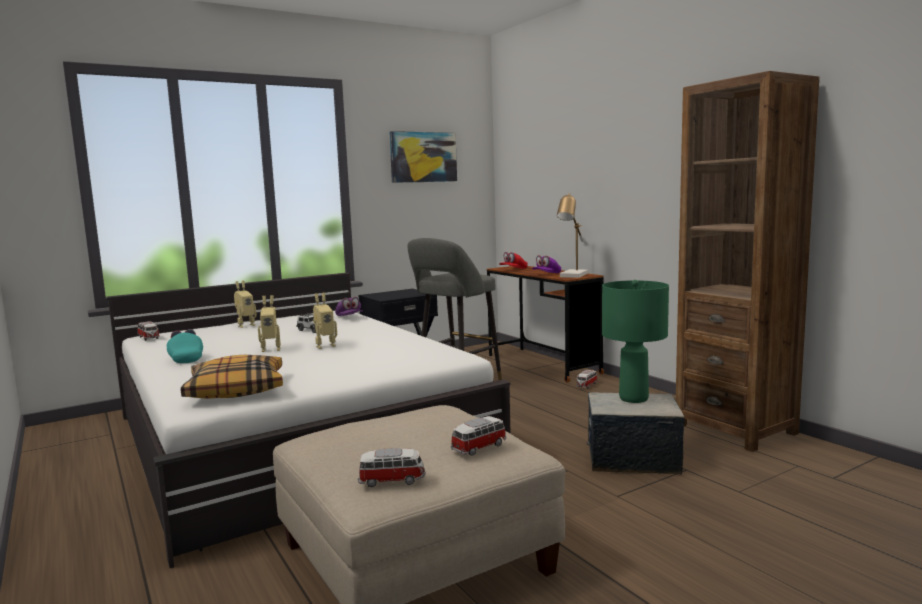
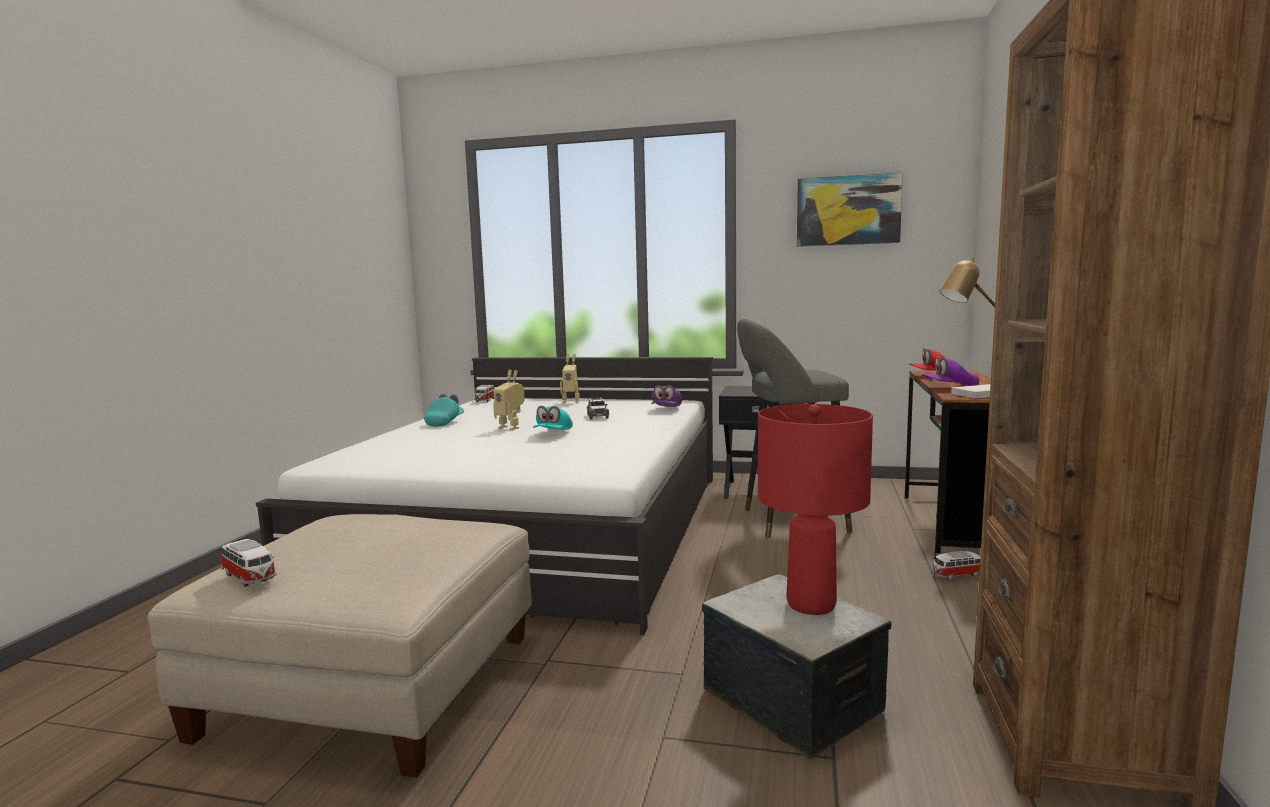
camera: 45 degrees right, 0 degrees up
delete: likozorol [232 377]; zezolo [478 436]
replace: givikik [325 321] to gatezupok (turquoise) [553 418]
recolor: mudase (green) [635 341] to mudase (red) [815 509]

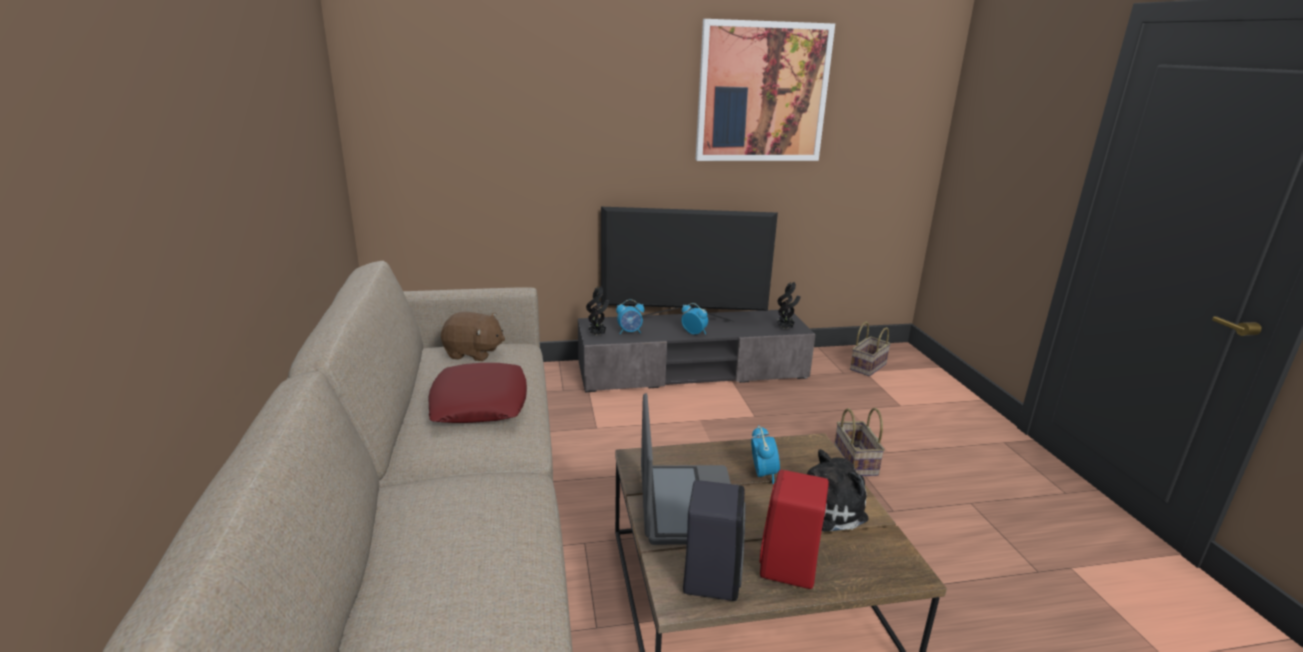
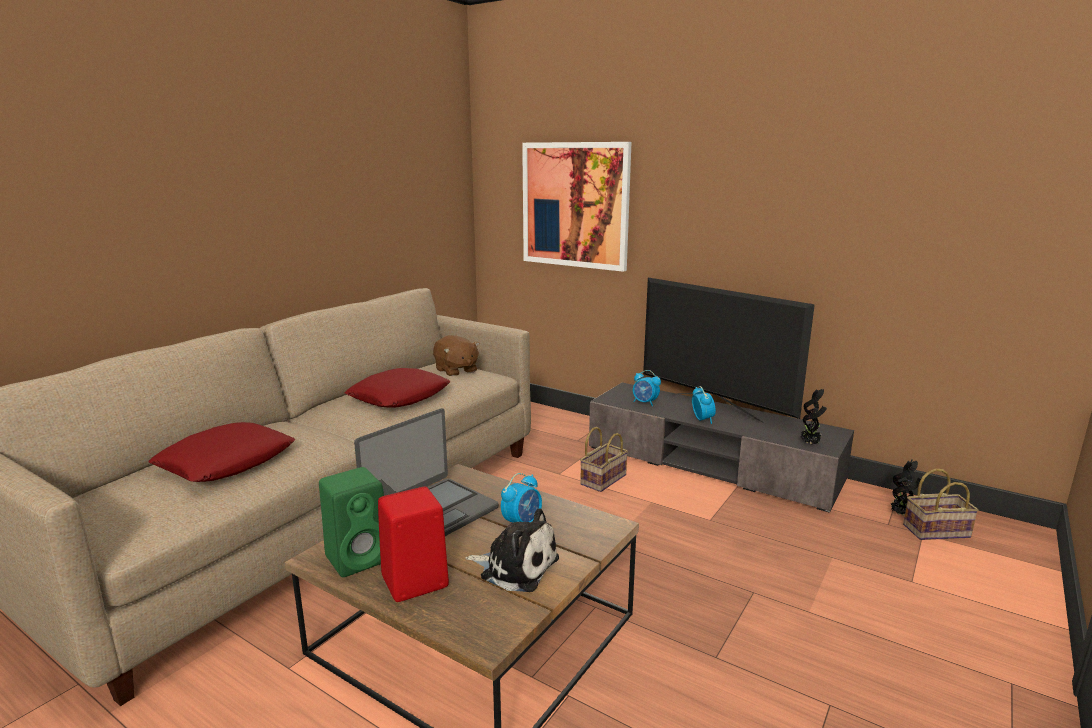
camera: 45 degrees right, 5 degrees down
insert: likozorol (red) [221 452]
move: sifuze [765 90] to [577 207]; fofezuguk [859 442] to [604 459]; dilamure [597 311] to [906 487]
recolor: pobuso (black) [714 540] to pobuso (green) [351 522]

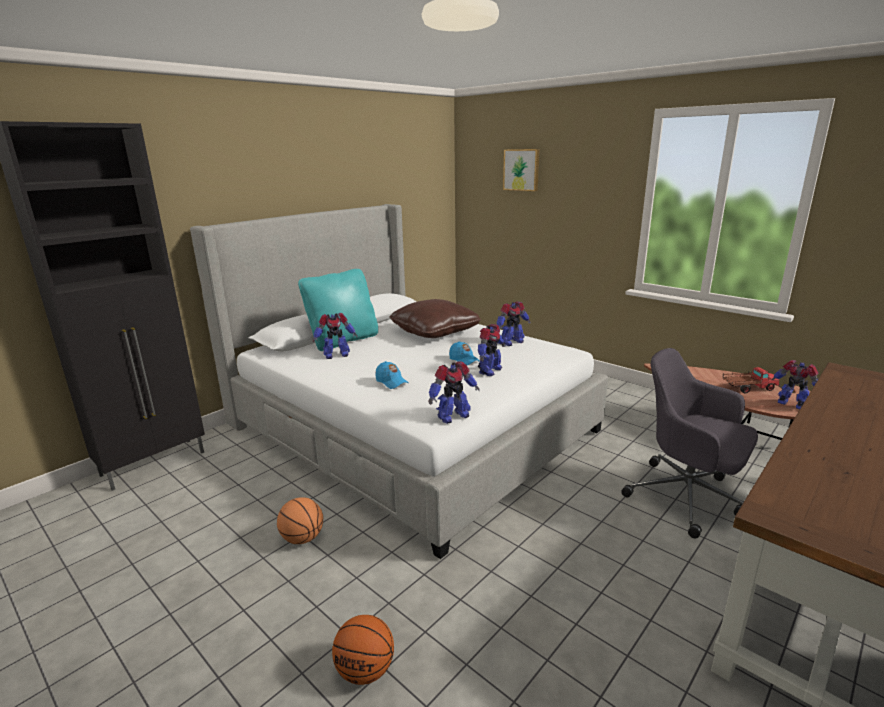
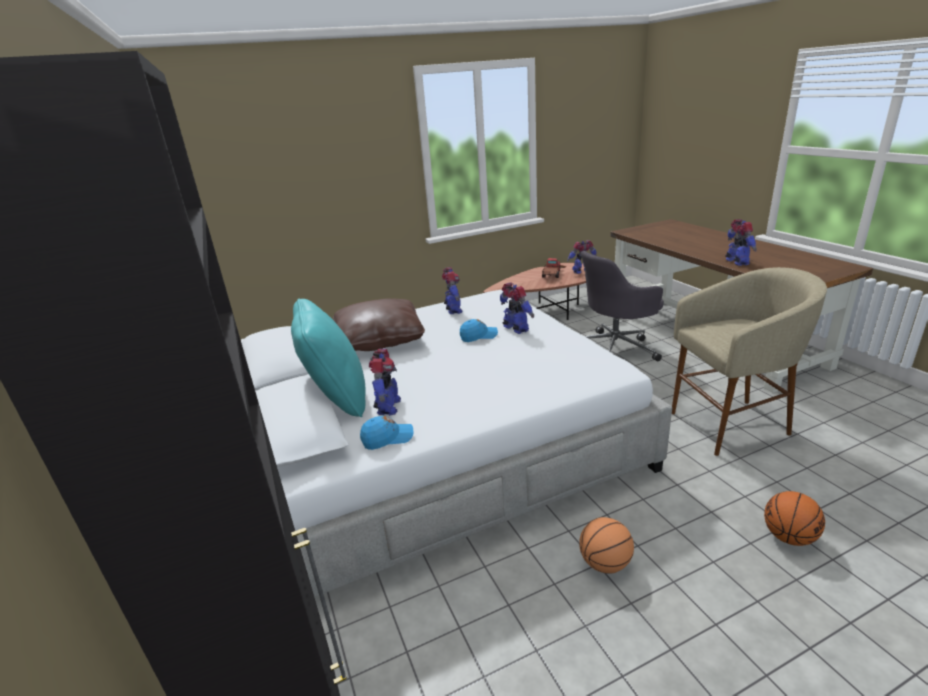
camera: 65 degrees left, 5 degrees up
delete: sifuze [521 170]
insert: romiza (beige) [749 361]
move: gatezupok (blue) [392 375] to [387 433]; givikik [454 392] to [741 242]

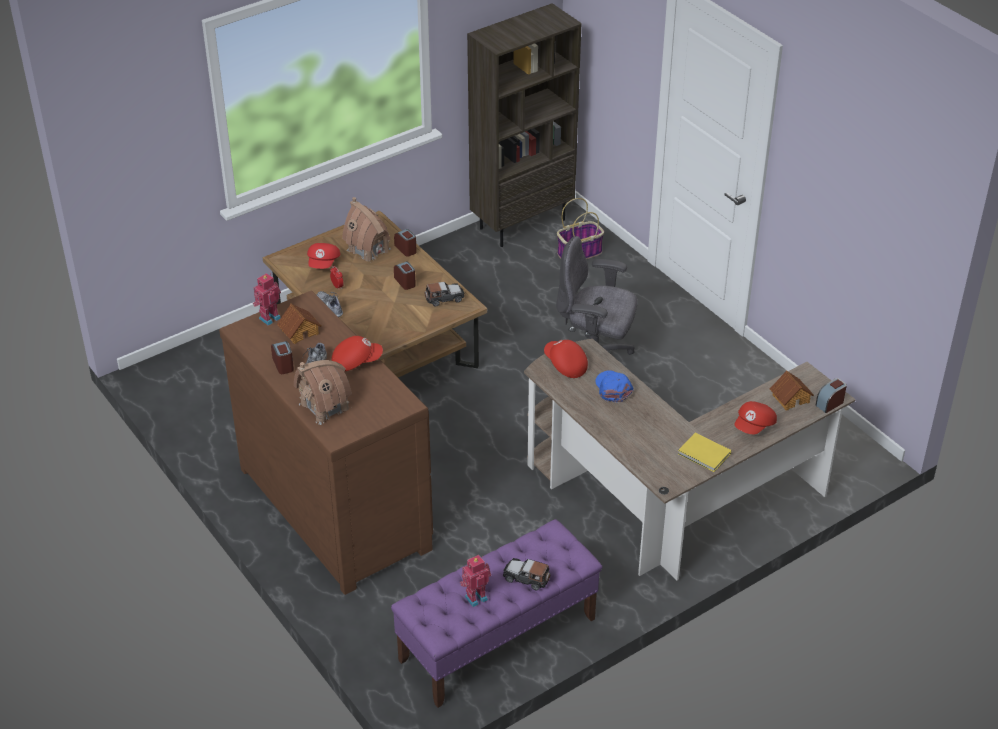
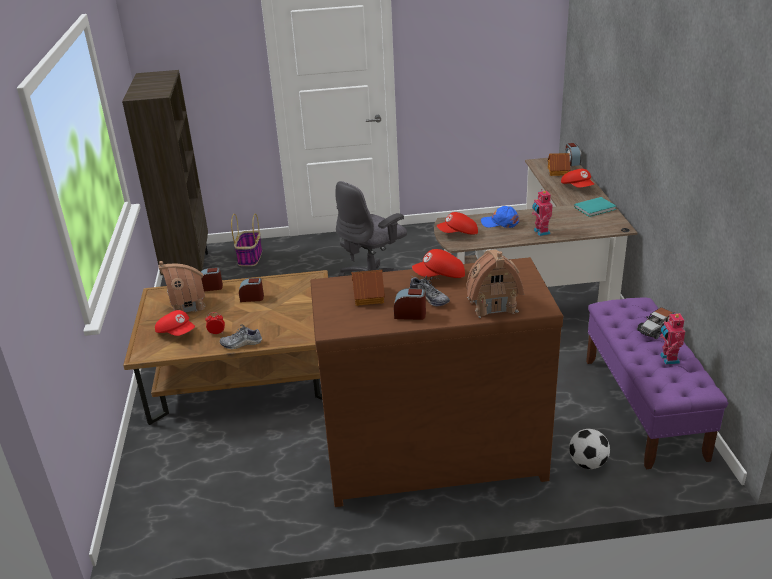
camera: 60 degrees left, 10 degrees down
delete: zezolo [444 294]
insert: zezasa [589 449]
move: givikik [267 299] to [542 213]
recolor: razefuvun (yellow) [704 452] to razefuvun (turquoise) [595 207]
rotate: gatezupok (red) [357 354] = [438 263] 120 degrees counterclockwise

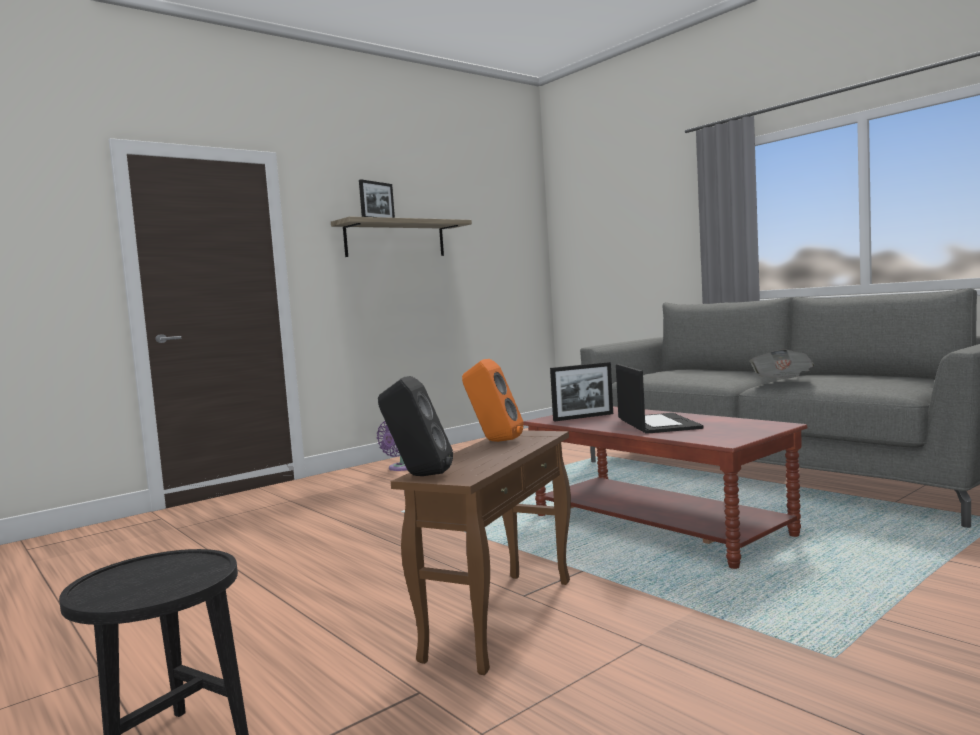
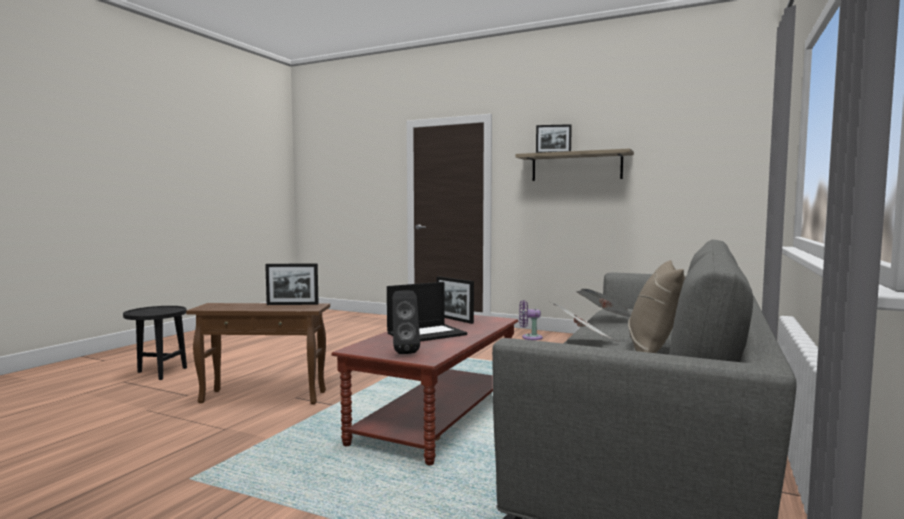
camera: 65 degrees right, 0 degrees up
insert: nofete [604 303]; likozorol (beige) [656 306]
move: pobuso (black) [415 426] to [406 322]
replace: pobuso (orange) [493 400] to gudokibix [292 284]

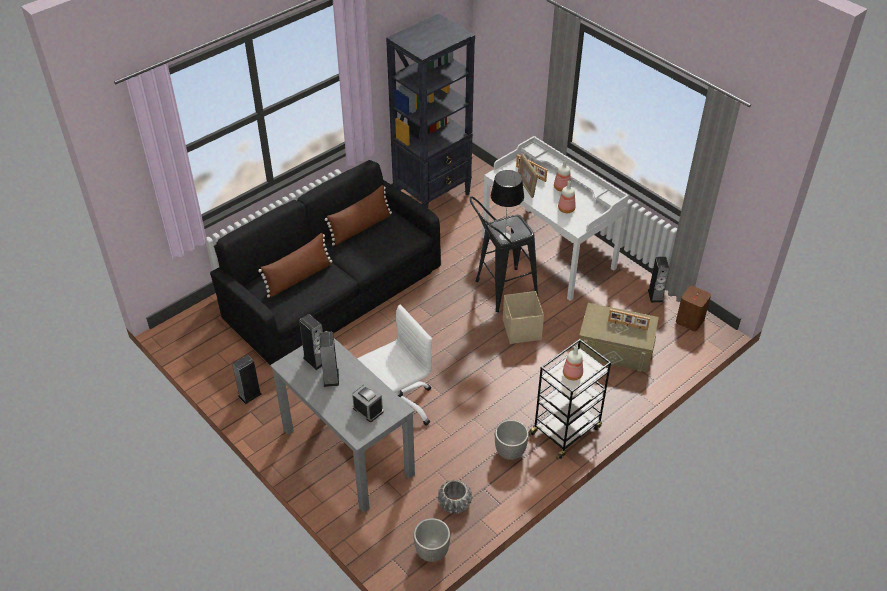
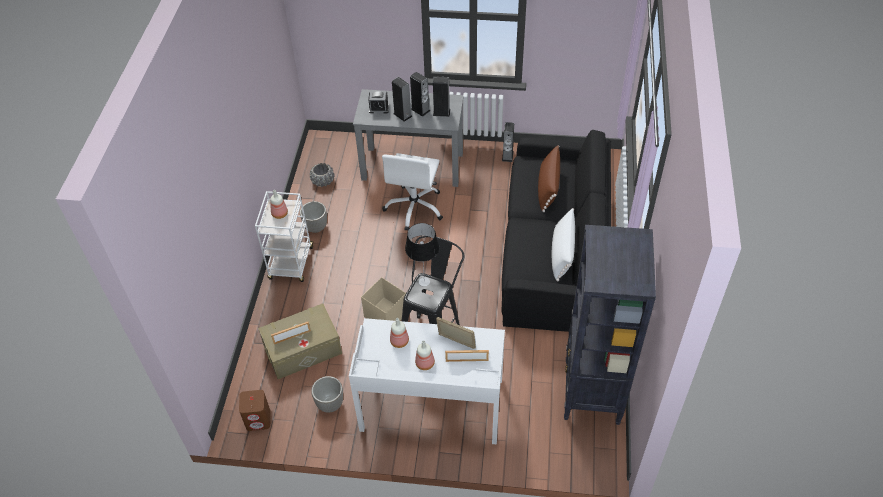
camera: 140 degrees right, 5 degrees up
move: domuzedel [431 540] to [327 394]; pobuso [658 280] to [402 99]
recolor: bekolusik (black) [570 399] to bekolusik (white) [284 236]; likozorol (brown) [358 215] to likozorol (white) [563 245]

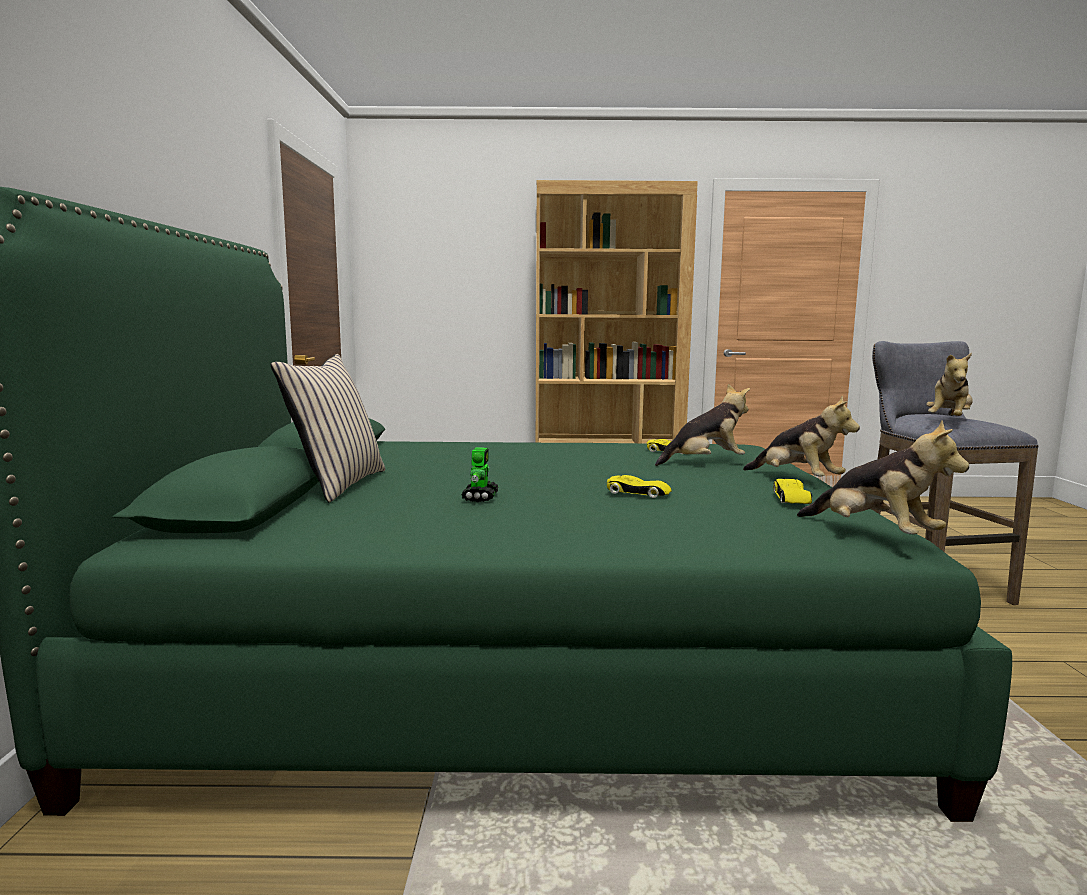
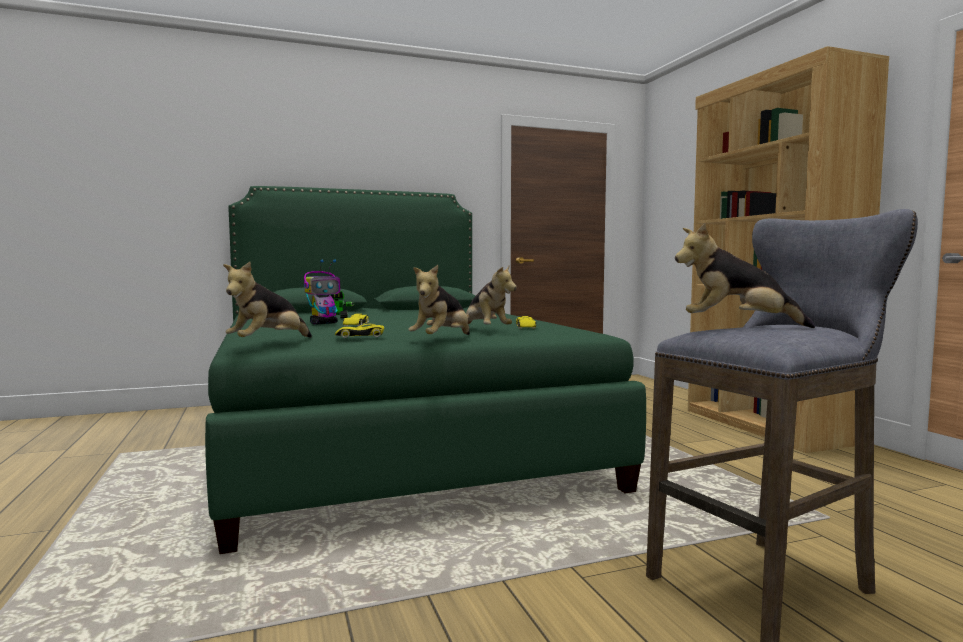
camera: 70 degrees right, 5 degrees down
delete: likozorol (beige) [328 428]
insert: givikik [322 291]

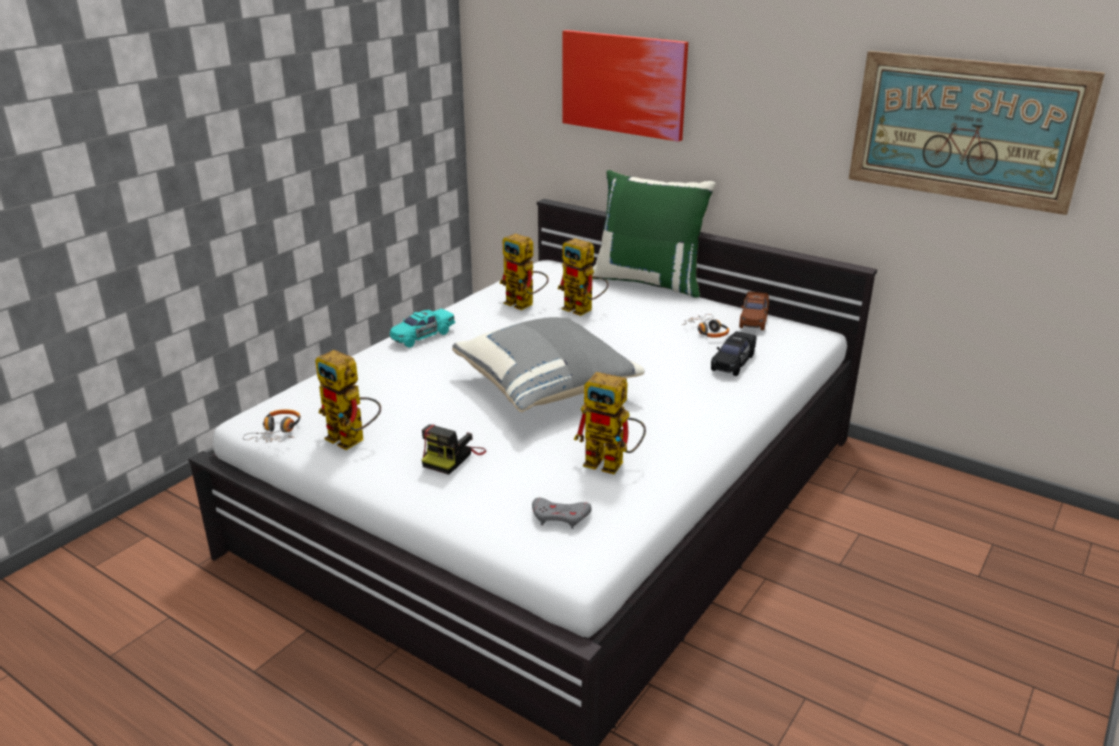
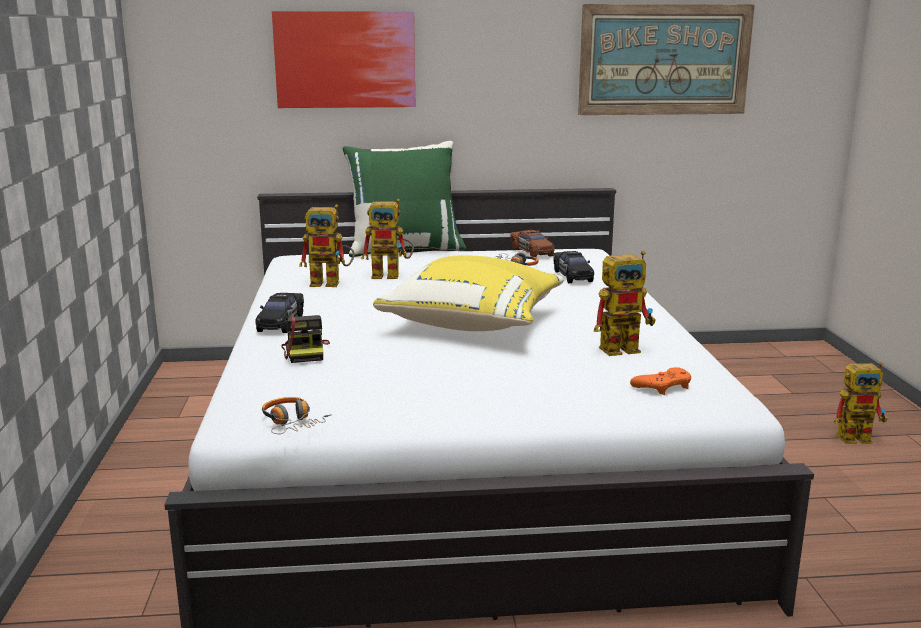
camera: 40 degrees left, 10 degrees down
move: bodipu [454 449] to [305 339]; givikik [348 400] to [860 403]
recolor: zezolo (turquoise) [422 328] to zezolo (black) [279 313]; likozorol (grey) [548 364] to likozorol (yellow) [468 293]; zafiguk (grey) [562 513] to zafiguk (orange) [660 381]

